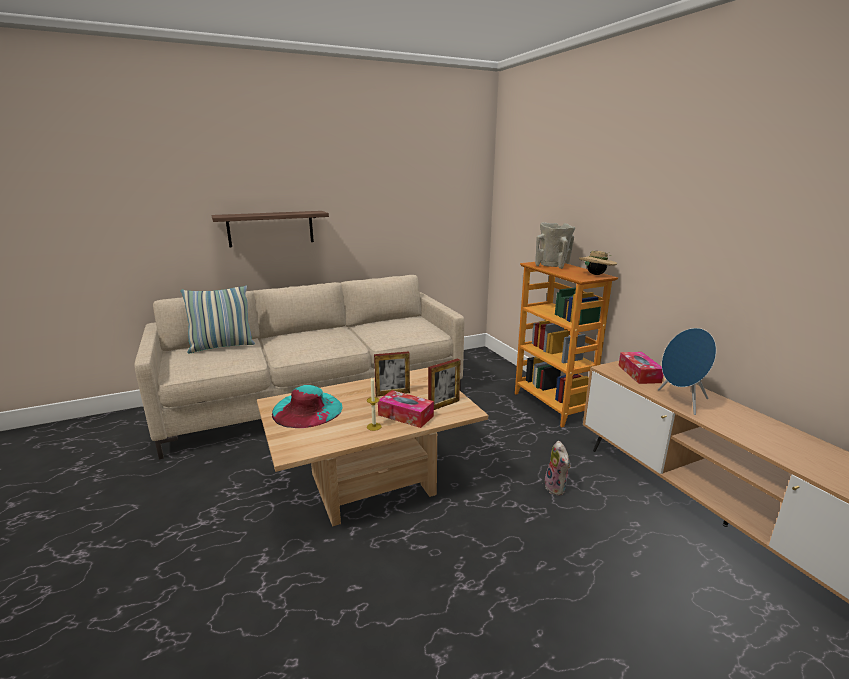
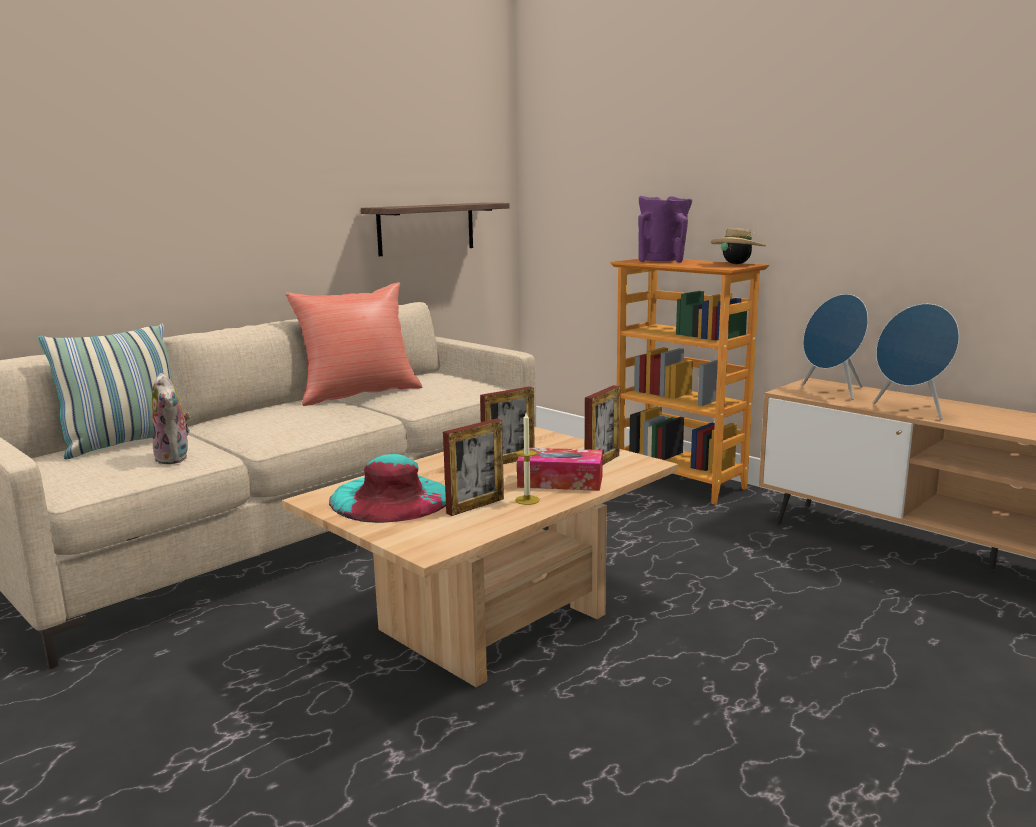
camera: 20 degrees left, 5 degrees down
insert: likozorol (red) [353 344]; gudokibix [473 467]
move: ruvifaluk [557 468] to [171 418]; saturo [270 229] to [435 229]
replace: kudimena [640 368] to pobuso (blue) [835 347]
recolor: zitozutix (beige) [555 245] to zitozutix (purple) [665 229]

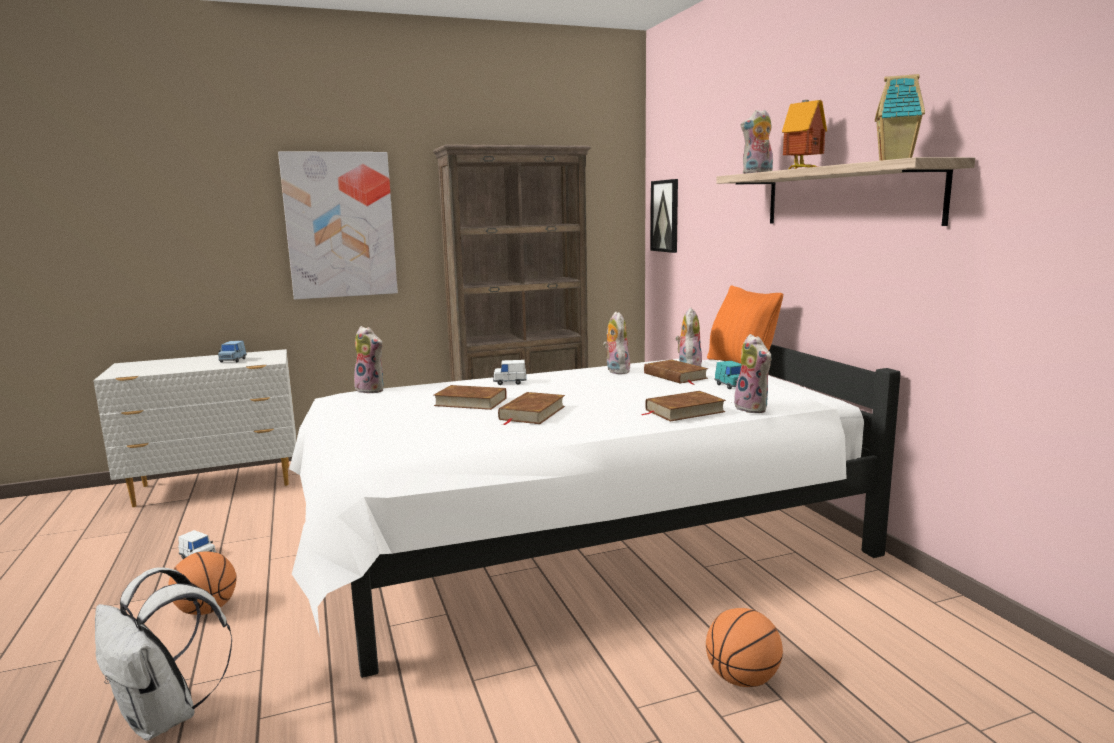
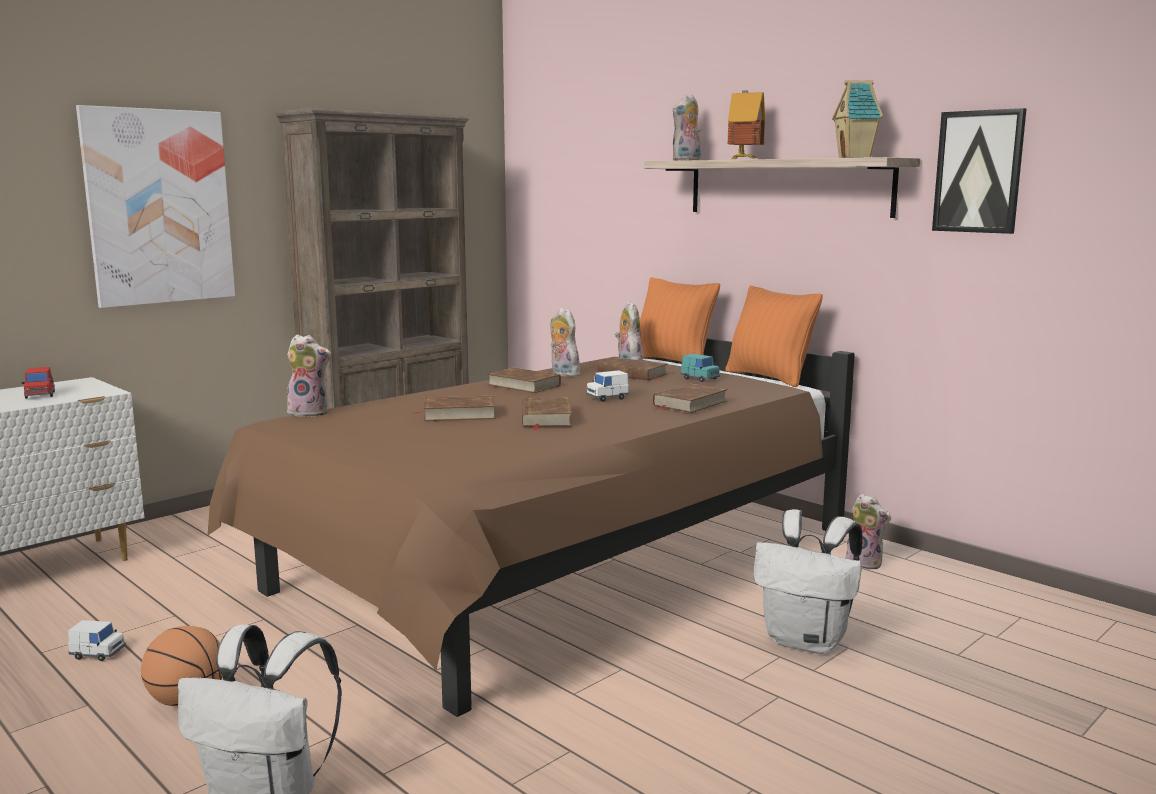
camera: 25 degrees left, 0 degrees up
insert: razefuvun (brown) [524 380]; likozorol (orange) [774 336]
move: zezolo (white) [510 372] to [608 386]; ruvifaluk [752 373] to [866 531]; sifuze [664 216] to [979 171]
replace: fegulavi [744 647] to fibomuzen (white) [807 581]
recolor: zezolo (blue) [232 352] to zezolo (red) [38 383]; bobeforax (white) [595 511] to bobeforax (brown) [531 527]

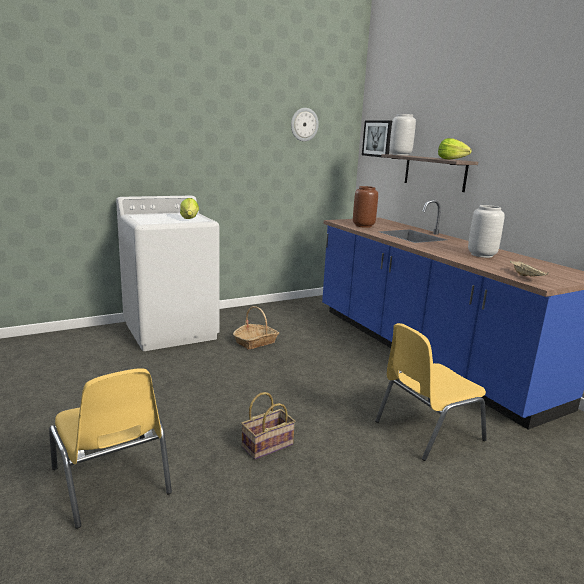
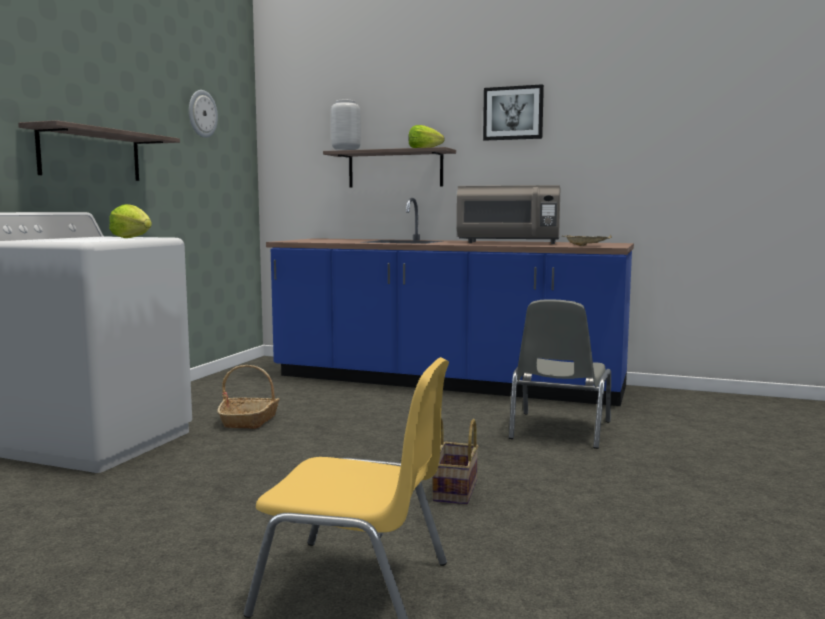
camera: 40 degrees left, 10 degrees down
delete: zitozutix (brown) [365 207]
insert: saturo [99 150]
move: sifuze [377 139] to [513 112]
replace: zitozutix (grey) [486 231] to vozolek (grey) [508 214]
recolor: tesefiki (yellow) [431 392] to tesefiki (grey) [560 374]

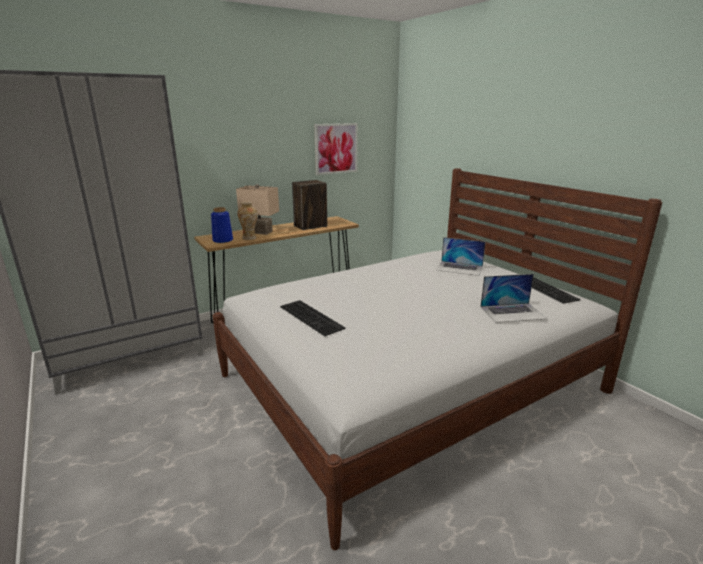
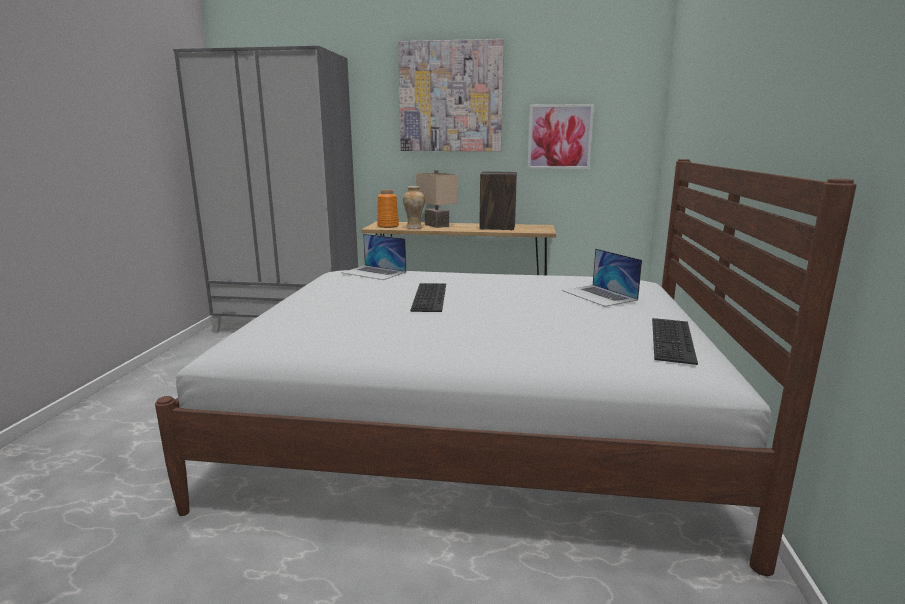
camera: 40 degrees right, 5 degrees down
insert: sifuze [451 95]
move: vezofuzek [513 298] to [373 257]; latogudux [313 318] to [428 297]
recolor: zitozutix (blue) [222 225] to zitozutix (orange) [388 209]

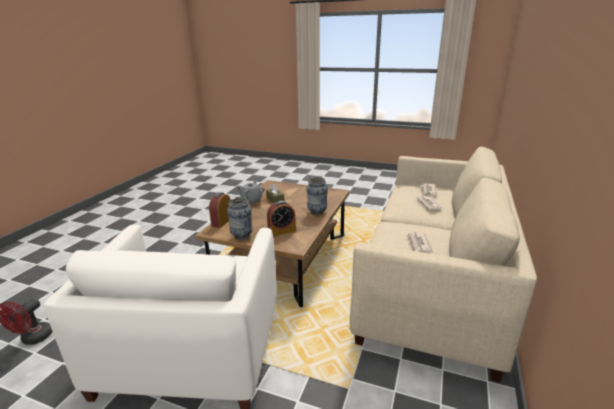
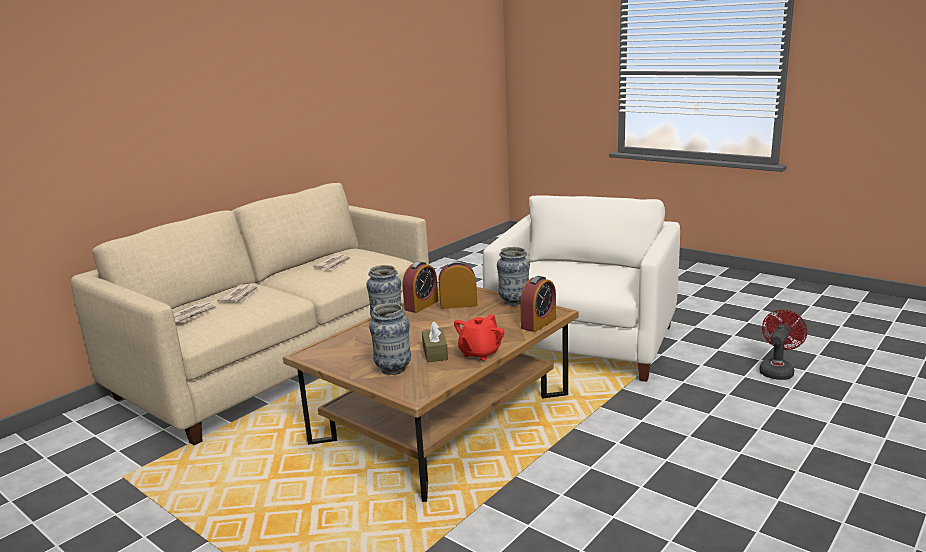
camera: 160 degrees left, 5 degrees down
insert: zitozutix [390 339]; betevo [420 287]
recolor: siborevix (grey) [250 193] to siborevix (red) [479 337]

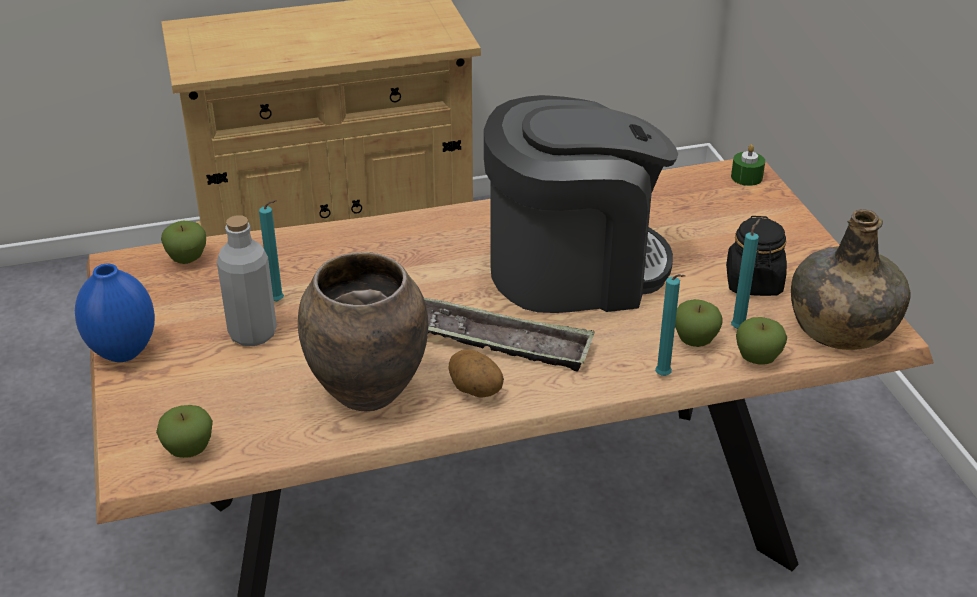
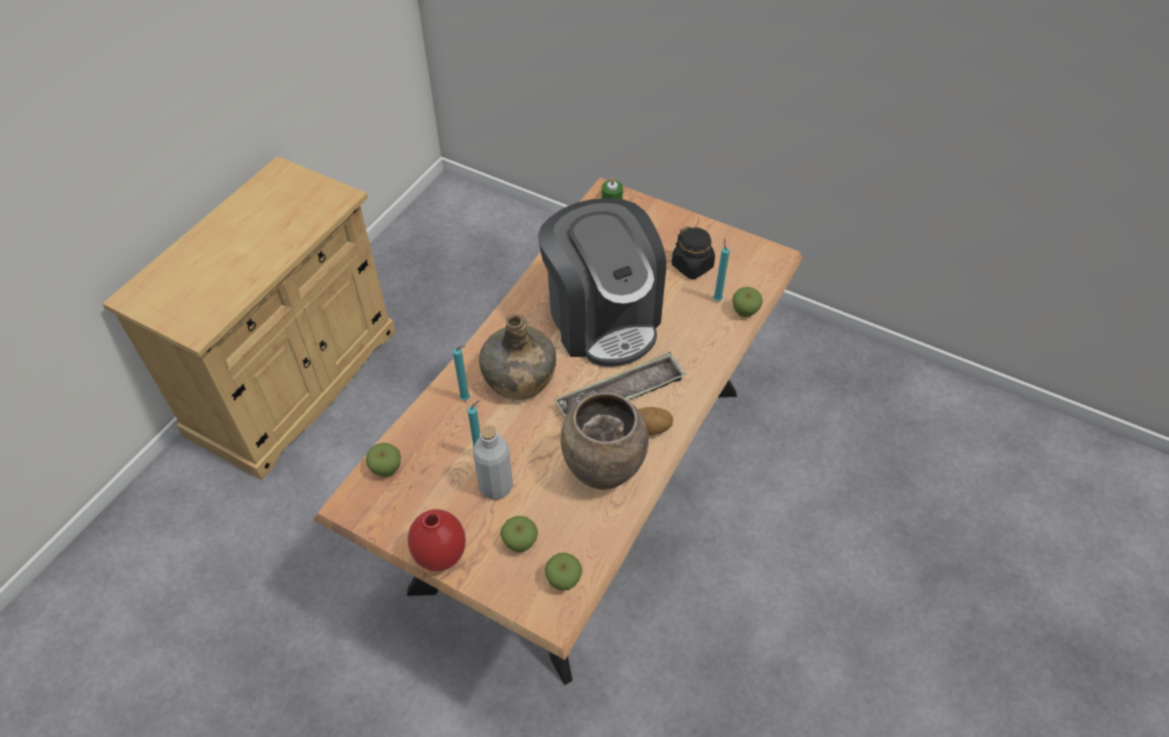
camera: 45 degrees left, 15 degrees up
move: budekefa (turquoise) [670 325] to [461 372]; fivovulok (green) [851 279] to [517 357]; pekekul [699 323] to [519 534]
recolor: zitozutix (blue) [115 313] to zitozutix (red) [437 540]
rotate: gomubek [581 204] = [602 282] 120 degrees clockwise

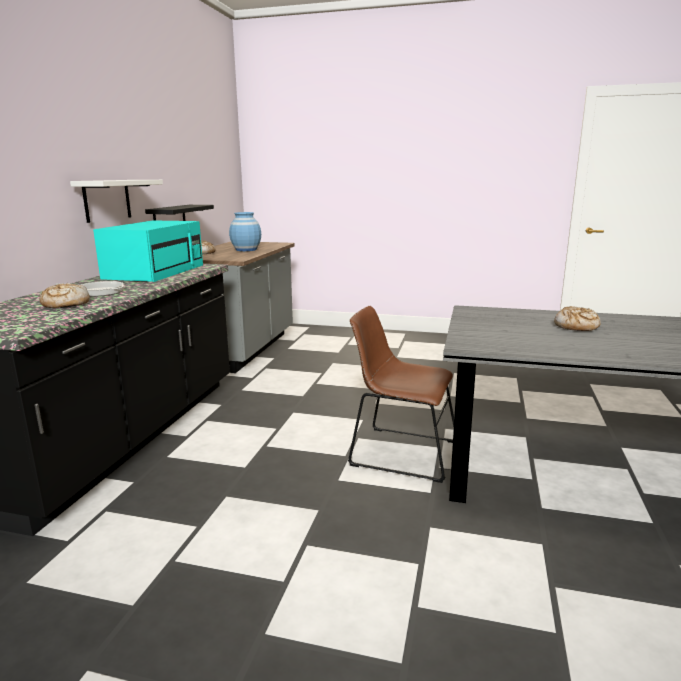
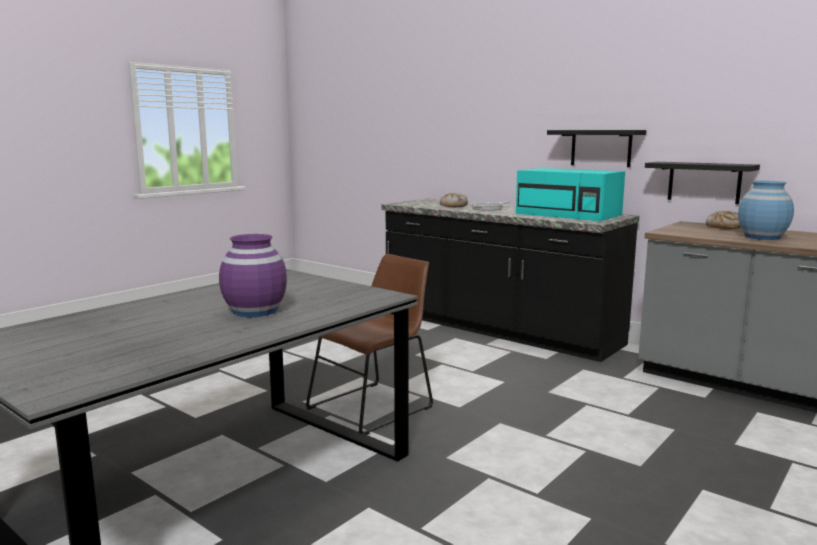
camera: 115 degrees right, 5 degrees down
replace: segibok [577 318] to zitozutix (purple) [253 275]
recolor: saturo (white) [116 201] to saturo (black) [596 148]

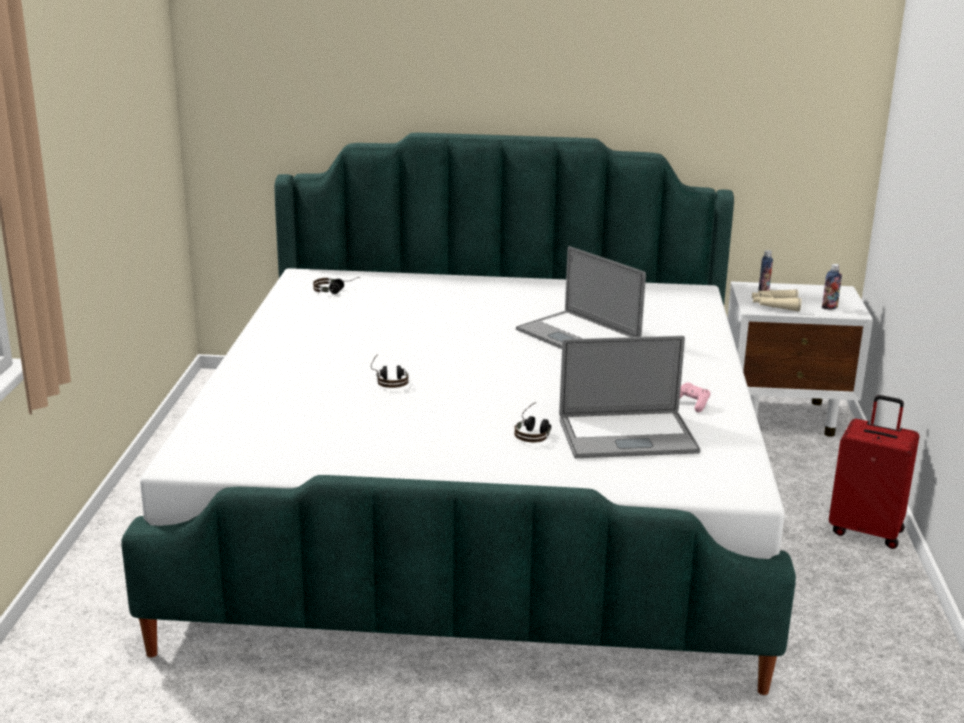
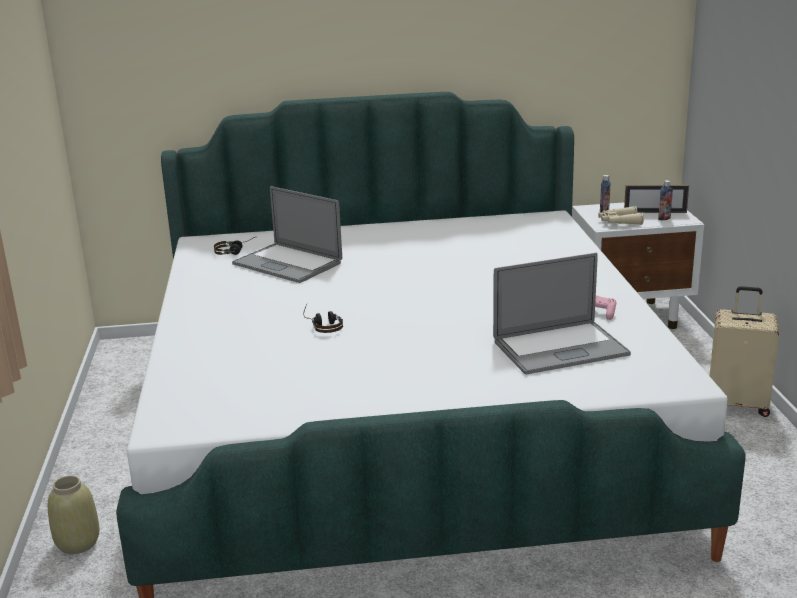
camera: 10 degrees left, 0 degrees up
delete: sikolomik [533 422]
insert: zitozutix (beige) [74 515]; gudokibix [656 199]
move: vezofuzek [581 297] to [287 234]
recolor: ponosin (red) [874 472] to ponosin (beige) [744 351]

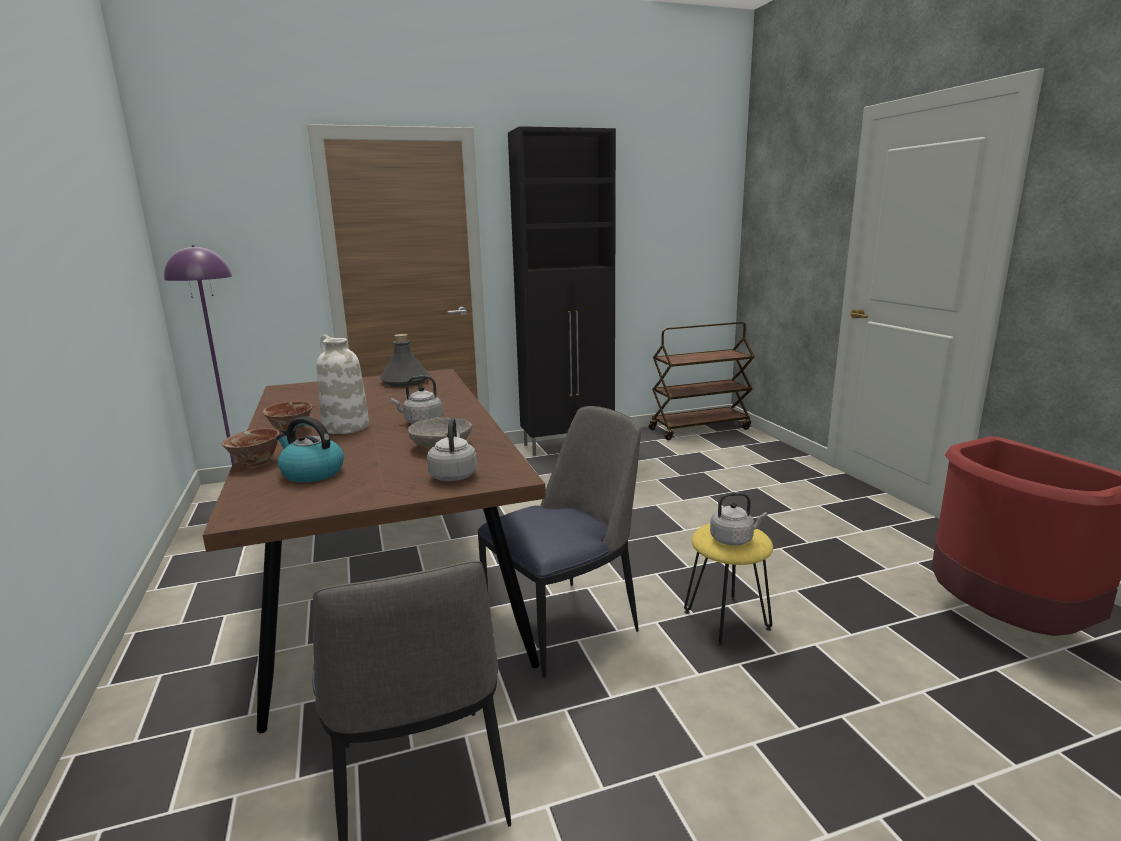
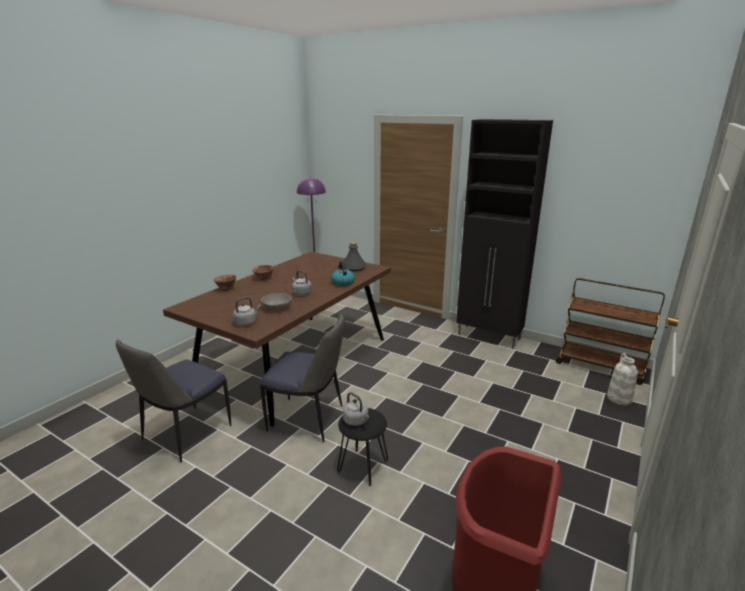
camera: 50 degrees right, 5 degrees up
move: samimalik [310 449] to [343 273]; zitozutix (white) [343 384] to [622 379]
recolor: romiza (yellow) [728 585] to romiza (black) [362 447]

